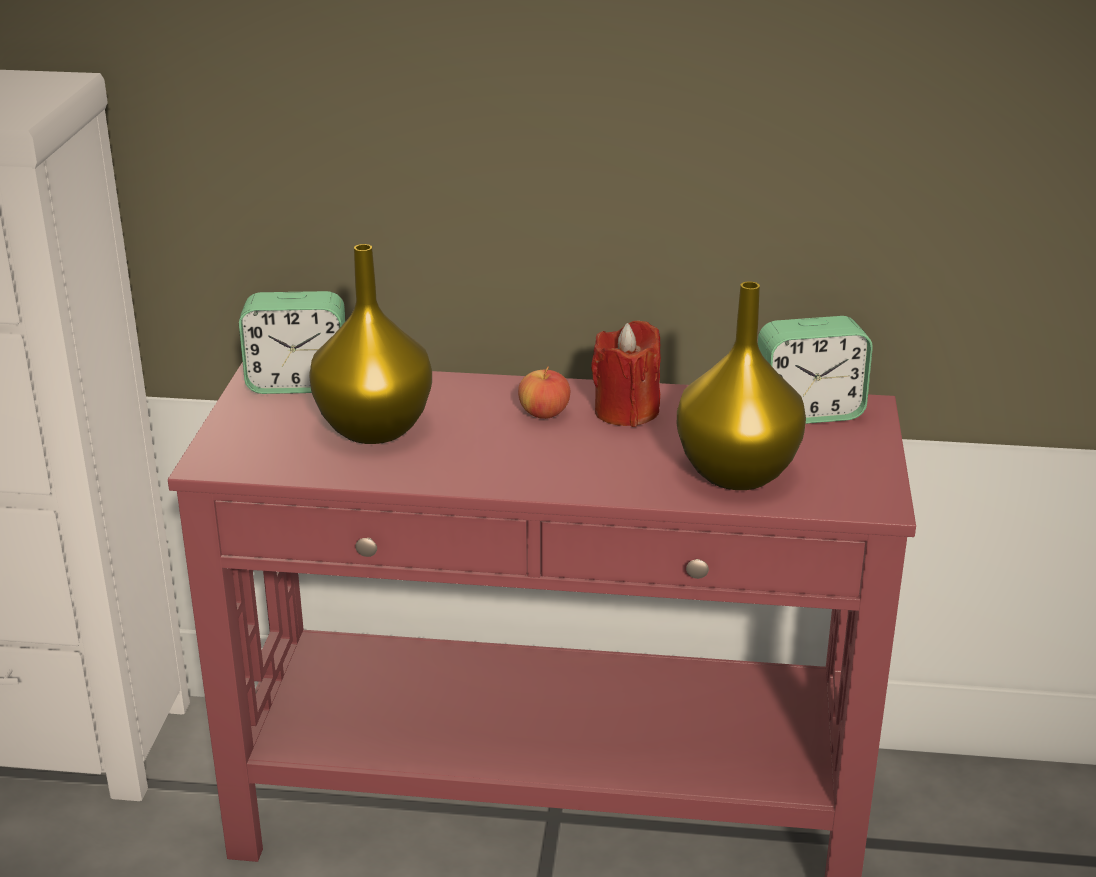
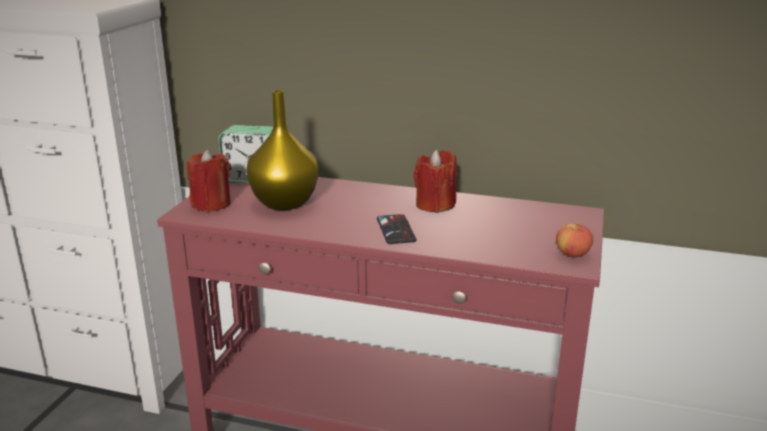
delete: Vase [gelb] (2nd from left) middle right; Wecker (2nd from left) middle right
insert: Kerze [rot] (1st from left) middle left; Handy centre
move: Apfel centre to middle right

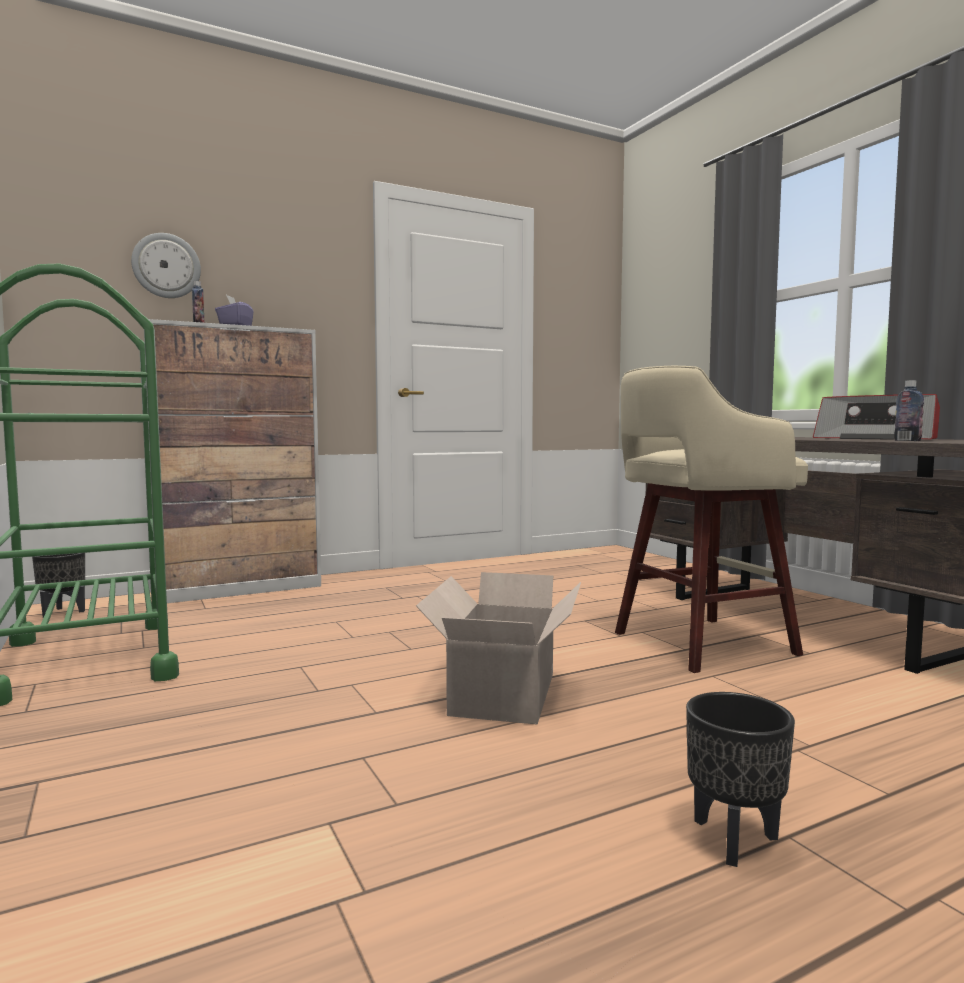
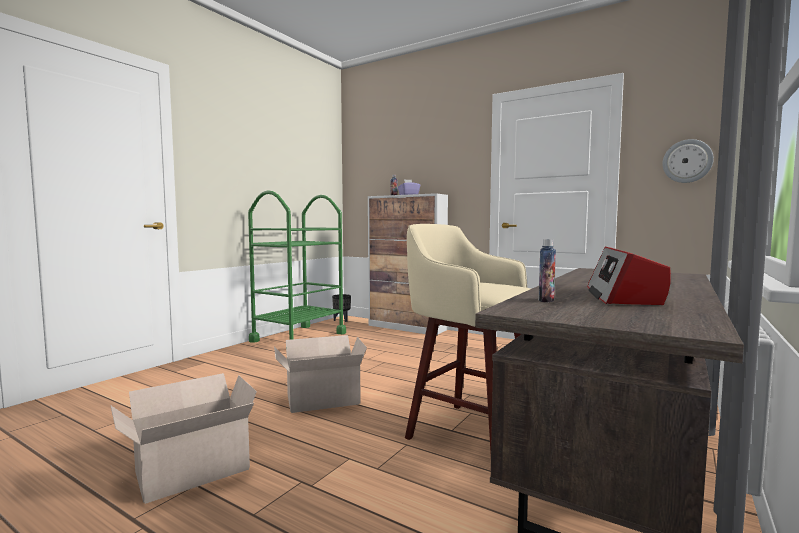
move: Wanduhr top left to top right
replace: Pflanzkübel [schwarz] (2nd from left) bottom right to Karton (1st from left) bottom left

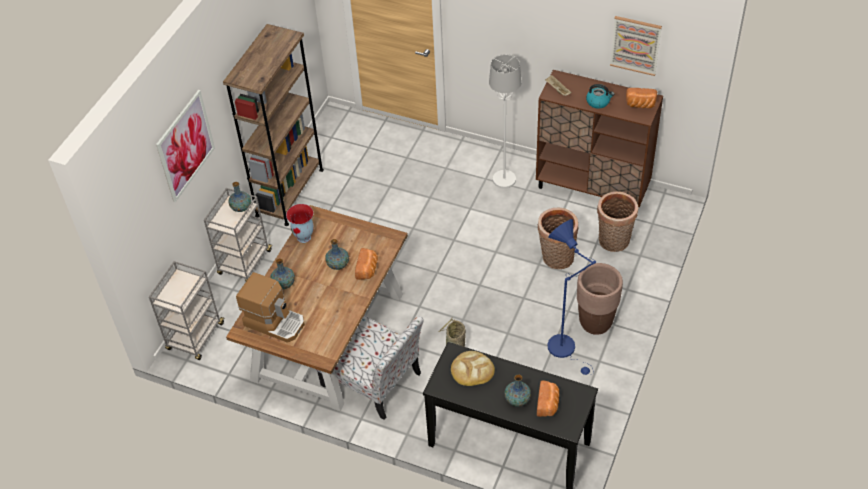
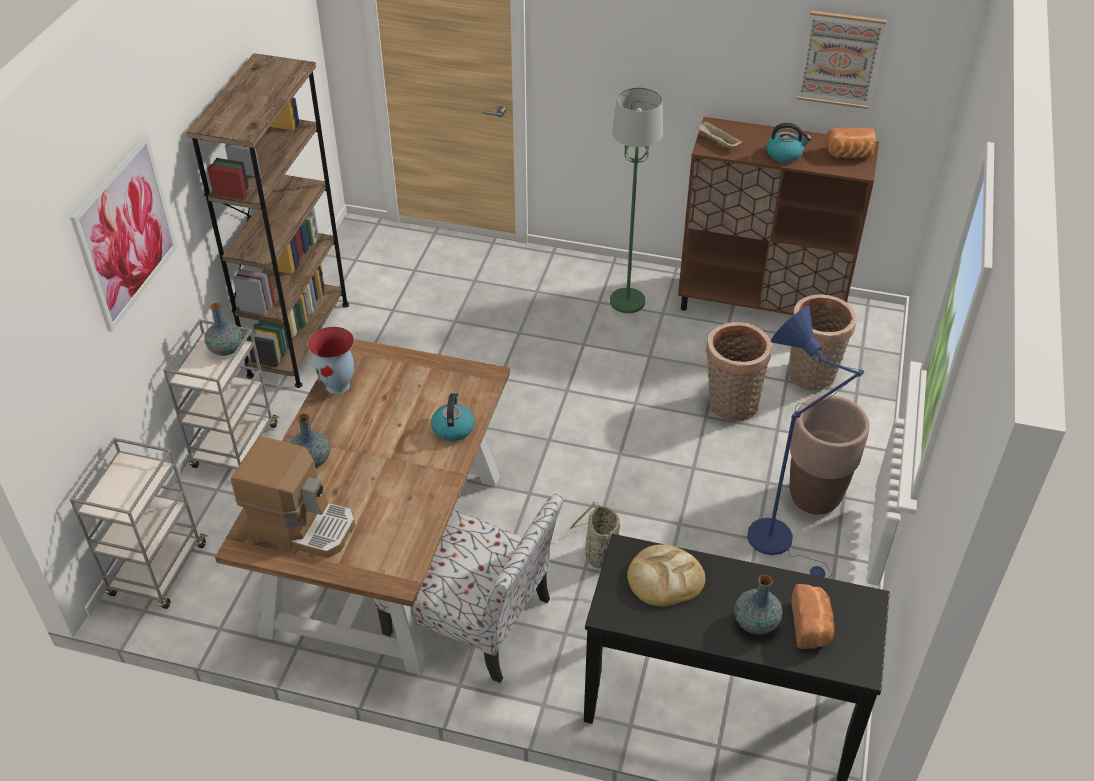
delete: Vase (4th from left) centre
replace: Brot (1st from left) centre to Wasserkessel (1st from left) centre
recolor: Stehlampe [weiß] top centre to Stehlampe [grün] top centre

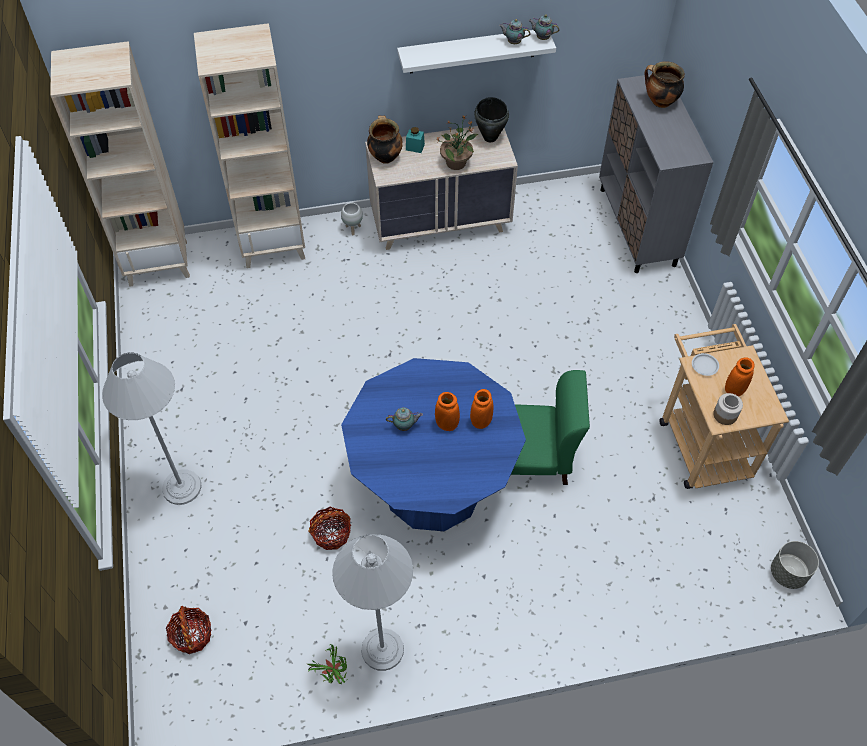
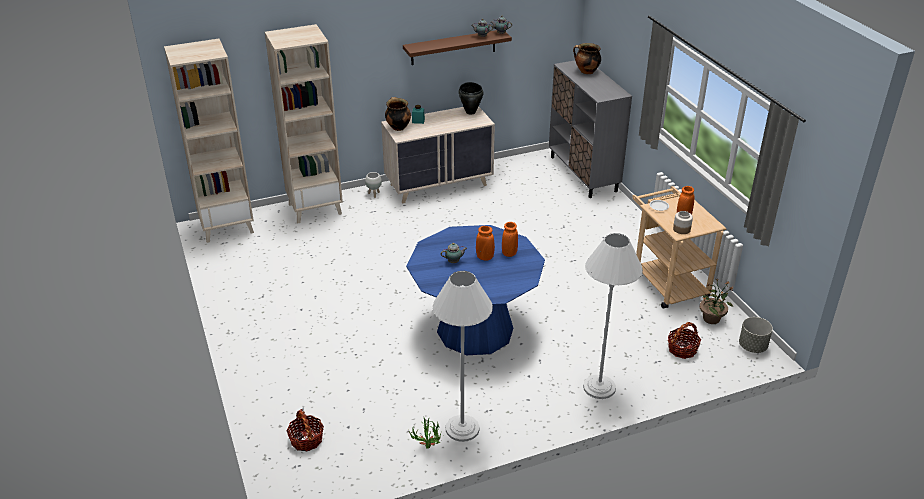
delete: Stuhl [grün] centre
move: Stehlampe [weiß] (1st from left in the first image) middle left to Stehlampe [weiß] (2nd from left) centre; Korb (2nd from left) bottom centre to bottom right; Topfpflanze (2nd from left) top centre to middle right
recolor: Wandregal [weiß] top centre to Wandregal [braun] top centre

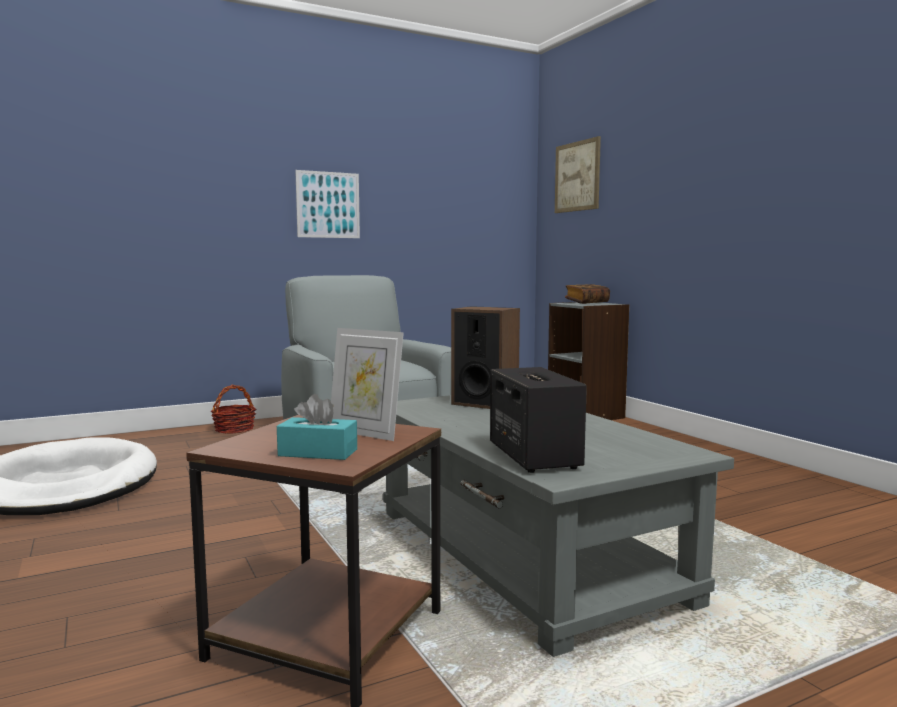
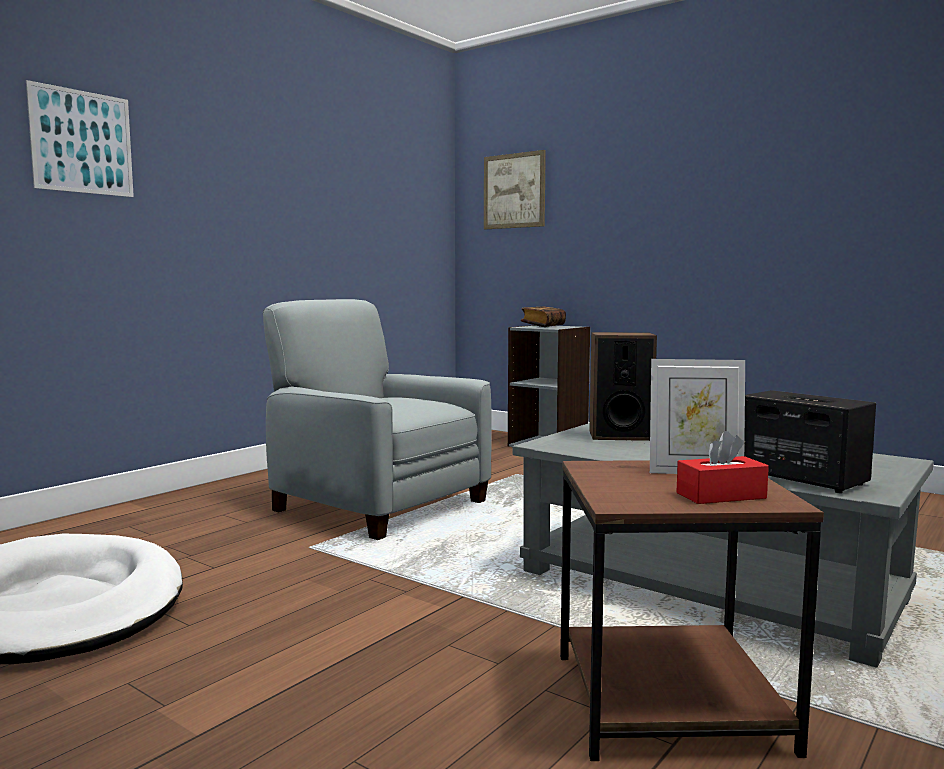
delete: Korb middle left
move: Bild (1st from left) top centre to top left
recolor: Taschentuchbox [türkis] centre to Taschentuchbox [rot] middle right

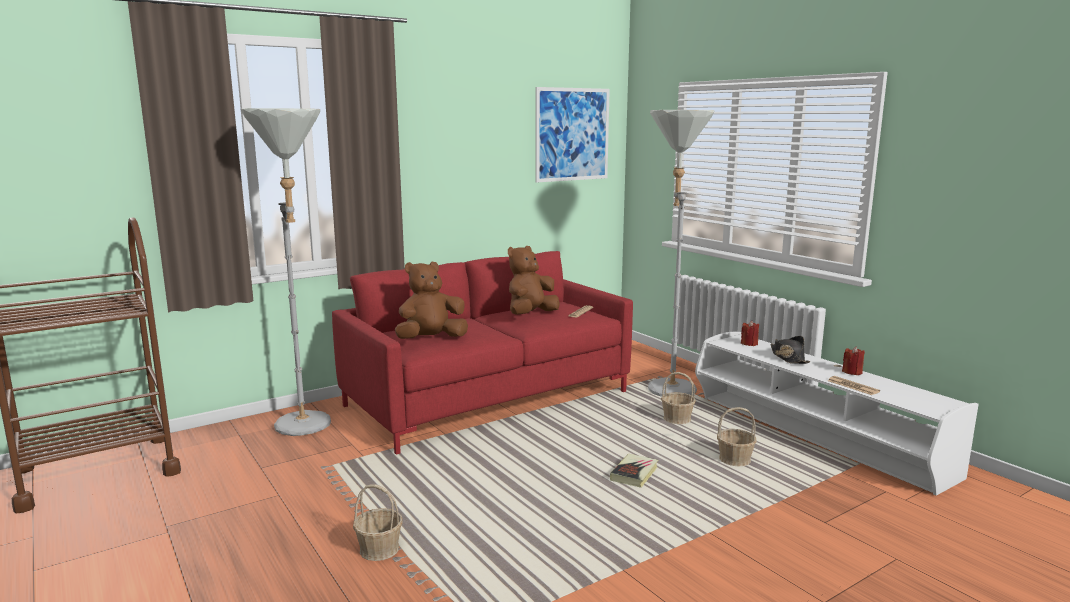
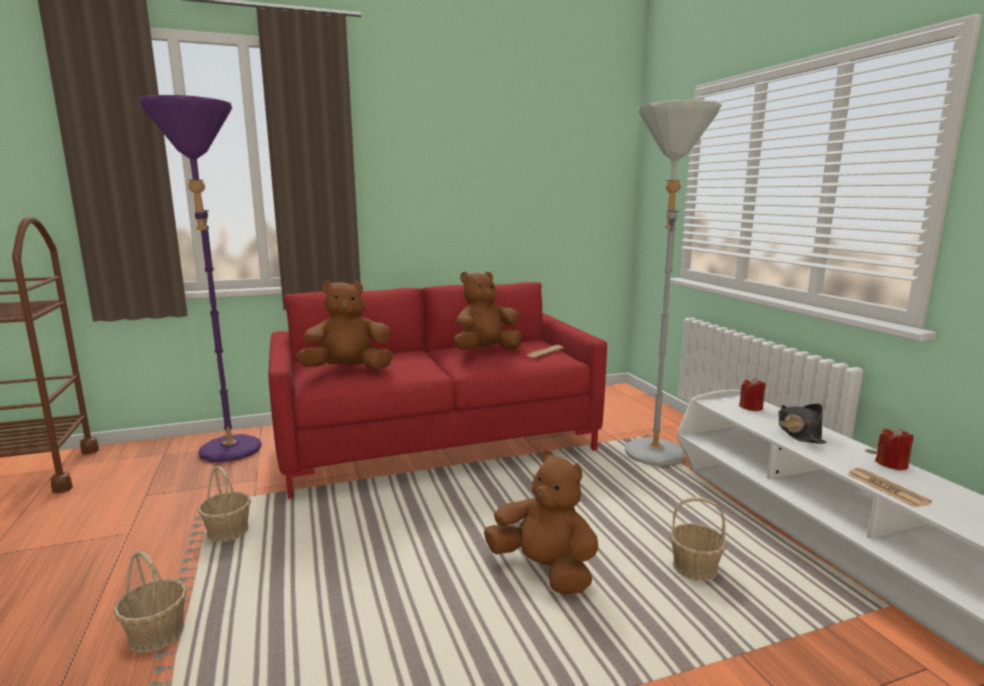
delete: Bild top centre
move: Korb (2nd from left) centre to bottom left
replace: Buch bottom centre to Plüschtier [braun] (3rd from left) bottom centre
recolor: Stehlampe [grau] (1st from left) middle left to Stehlampe [lila] middle left

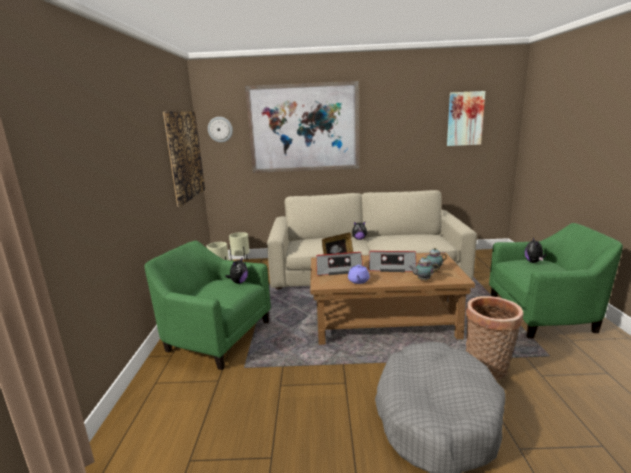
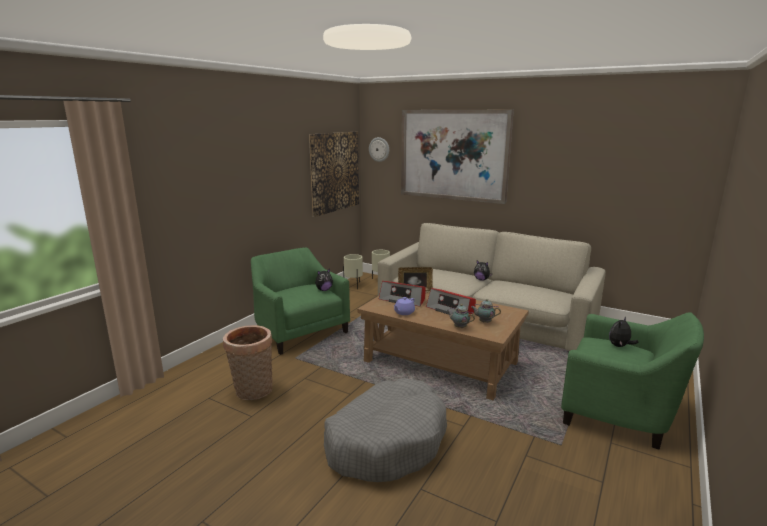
delete: Bild (3rd from left) top right
move: Korb bottom right to bottom left

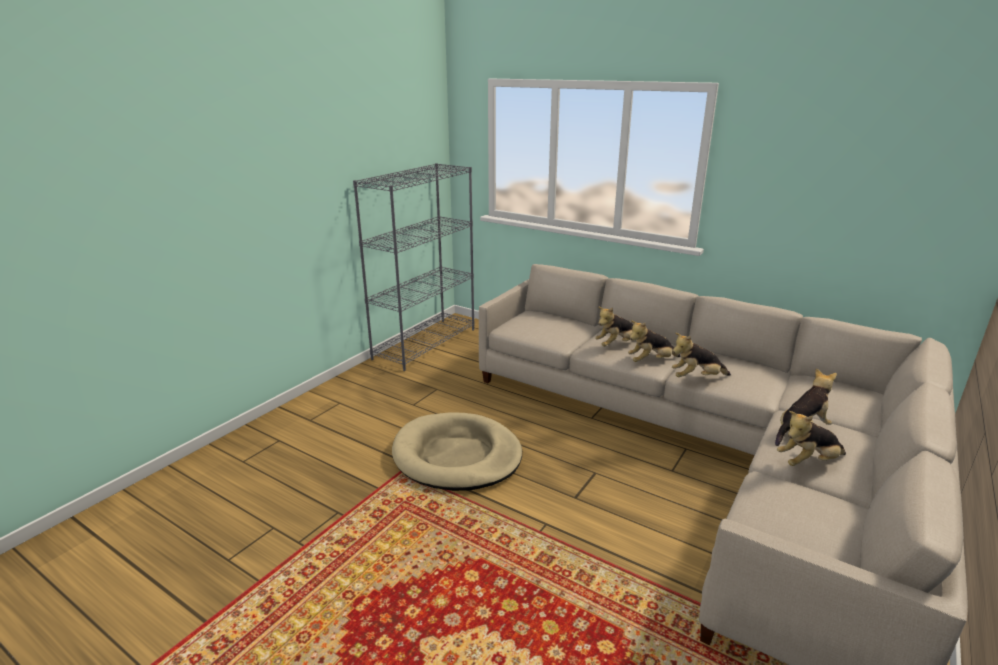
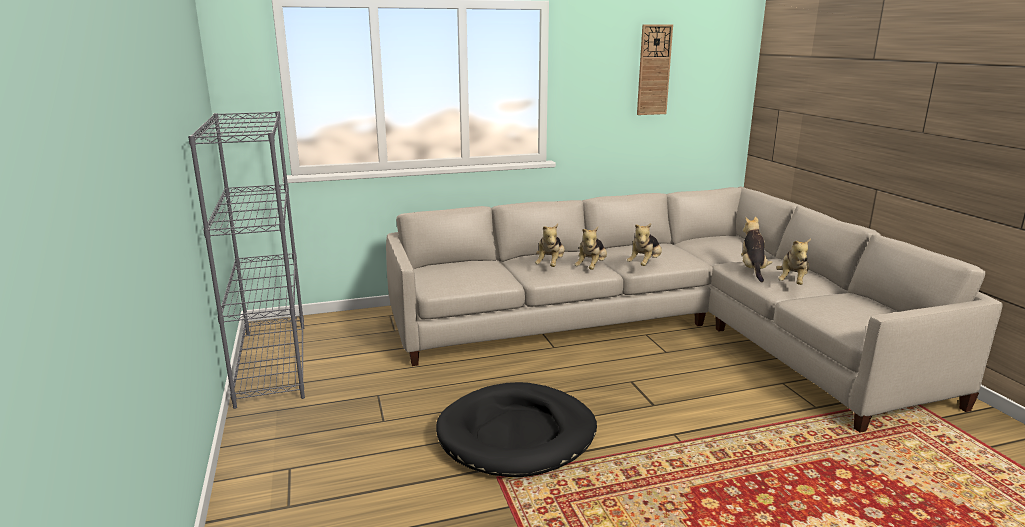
insert: Wanduhr top centre
recolor: Hundebett [beige] bottom centre to Hundebett [schwarz] bottom centre

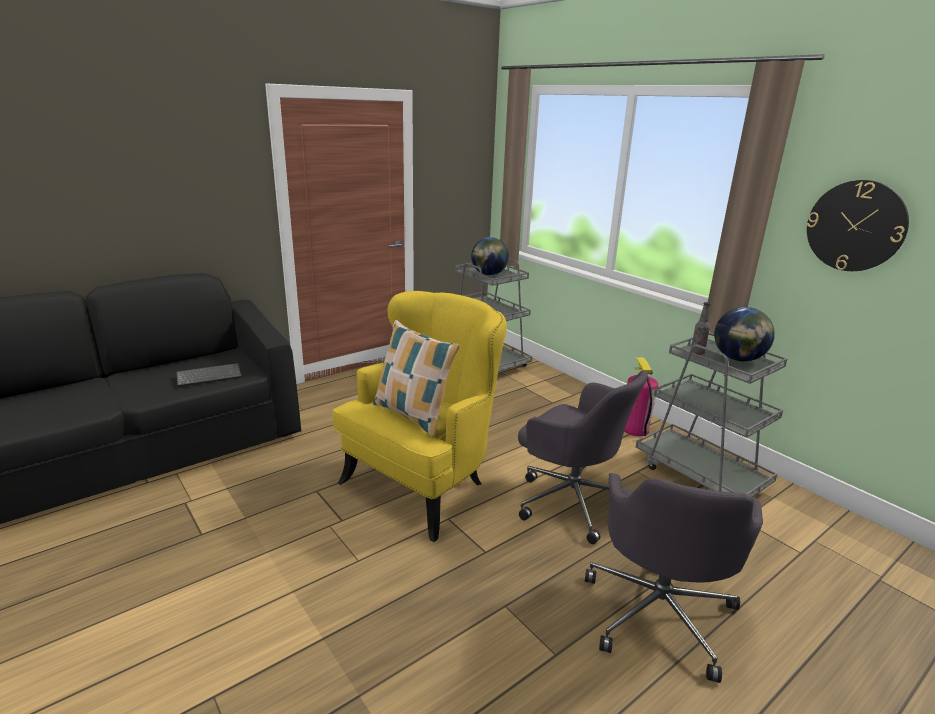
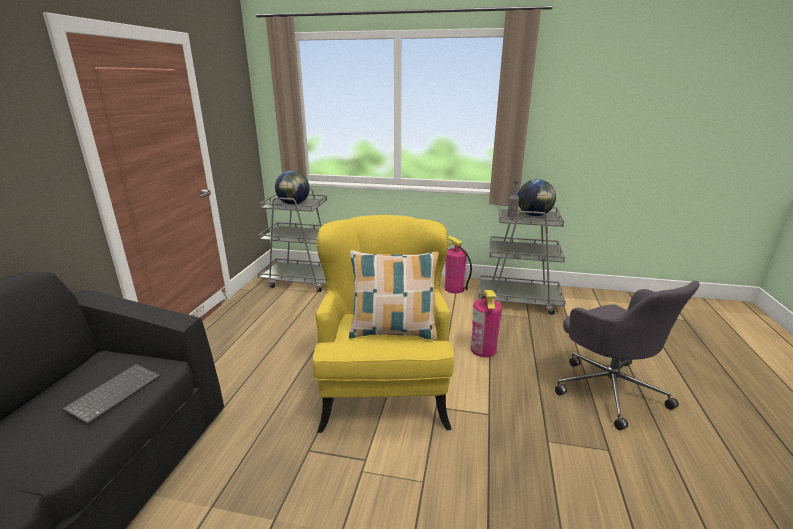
delete: Wanduhr top right
replace: Bürostuhl [grau] (1st from left) centre to Feuerlöscher (2nd from left) centre

